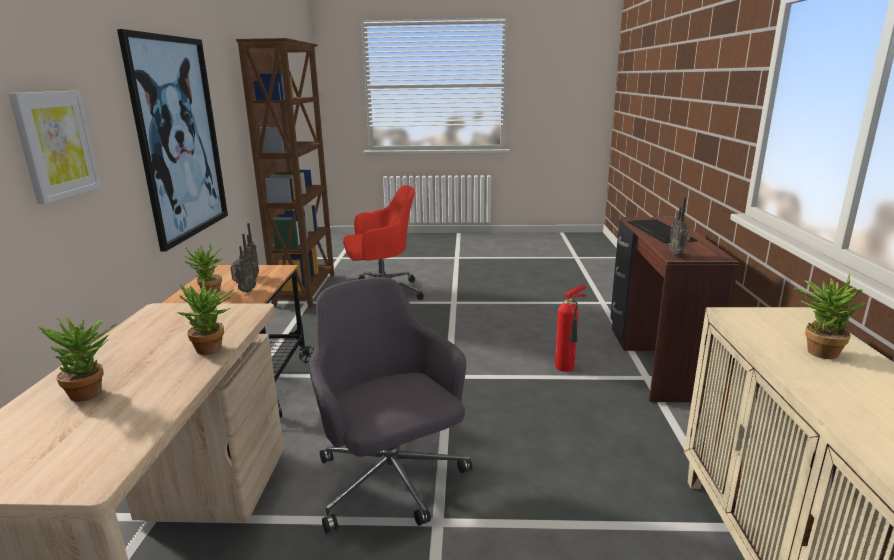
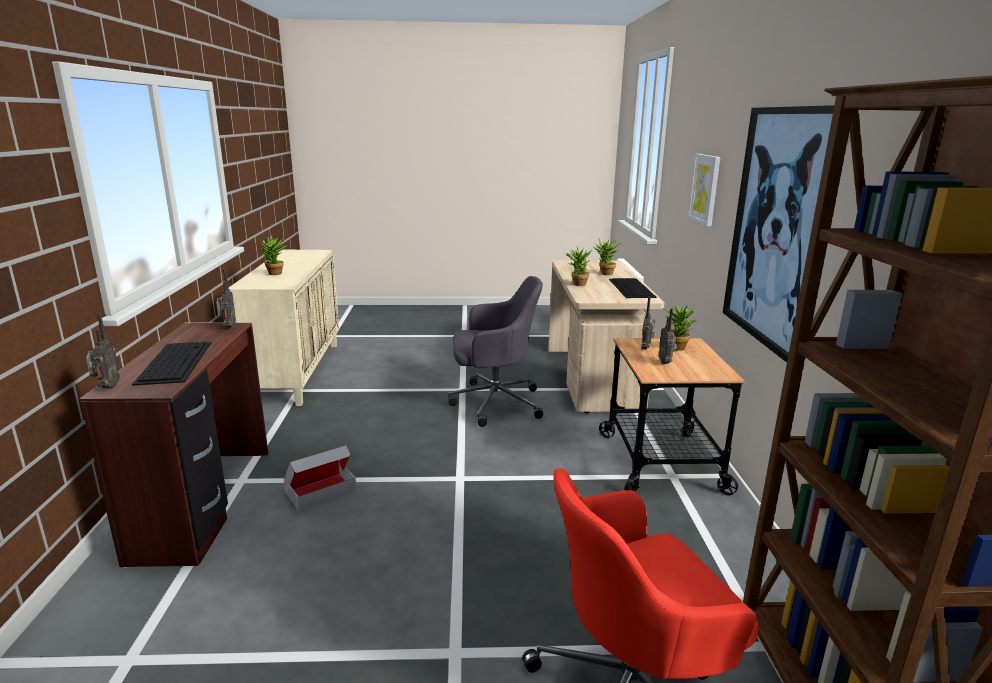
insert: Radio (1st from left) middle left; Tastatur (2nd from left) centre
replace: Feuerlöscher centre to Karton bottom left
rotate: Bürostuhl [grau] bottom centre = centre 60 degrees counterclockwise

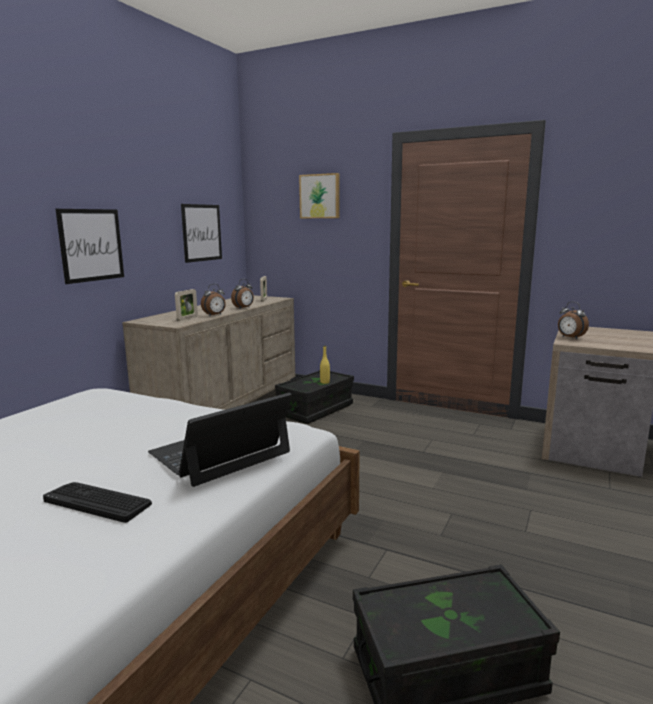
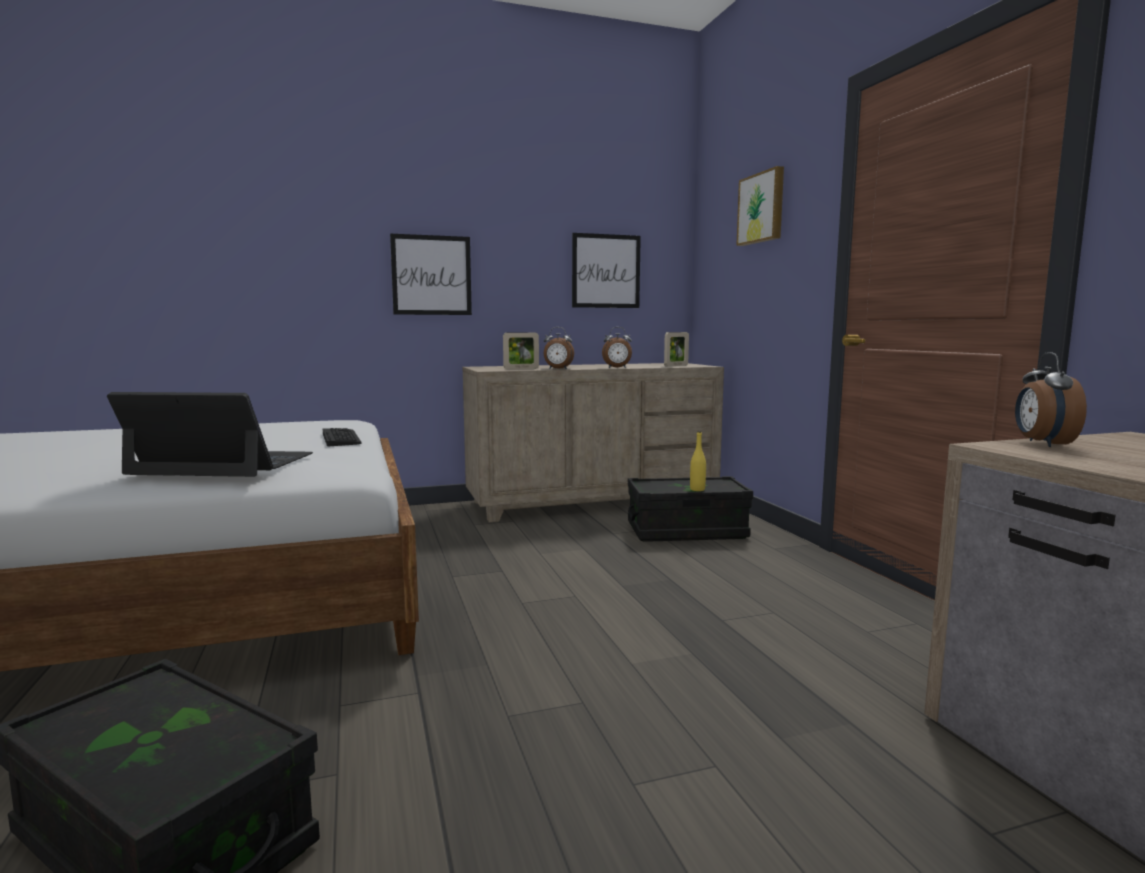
move: Tastatur bottom left to middle left

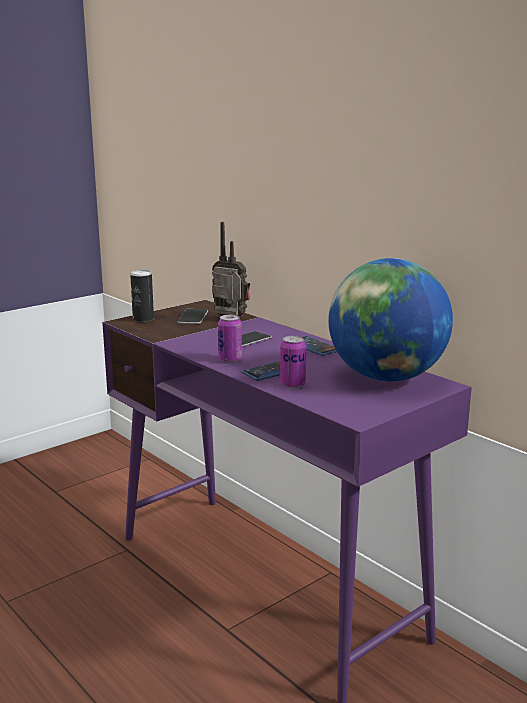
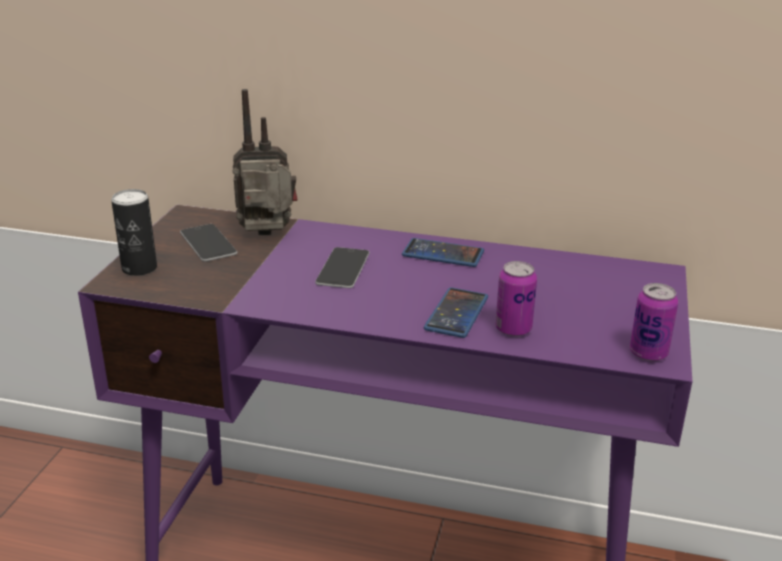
delete: Globus middle right
move: Dose (2nd from left in the first image) centre to Dose (3rd from left) middle right

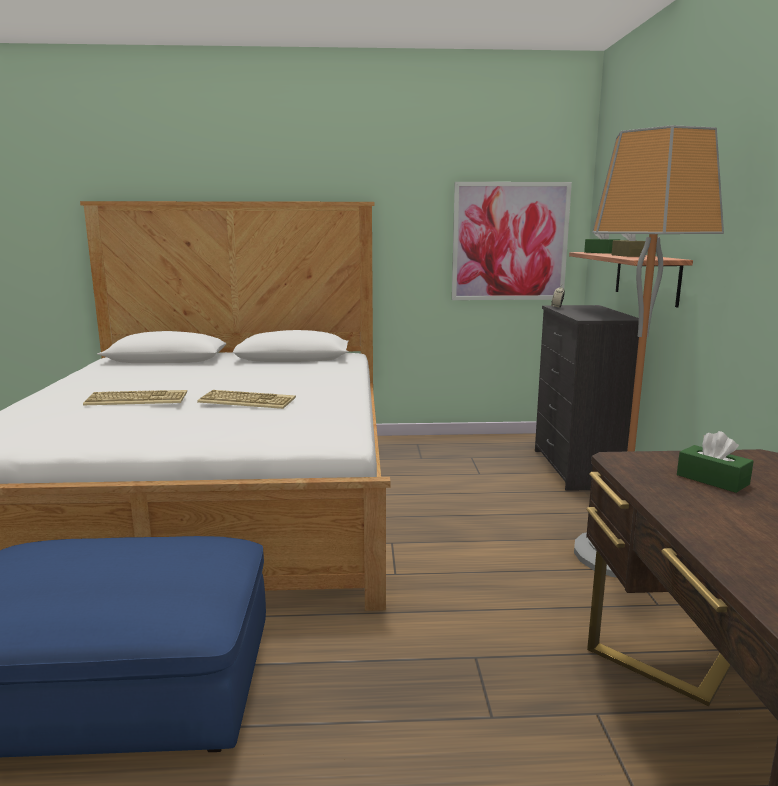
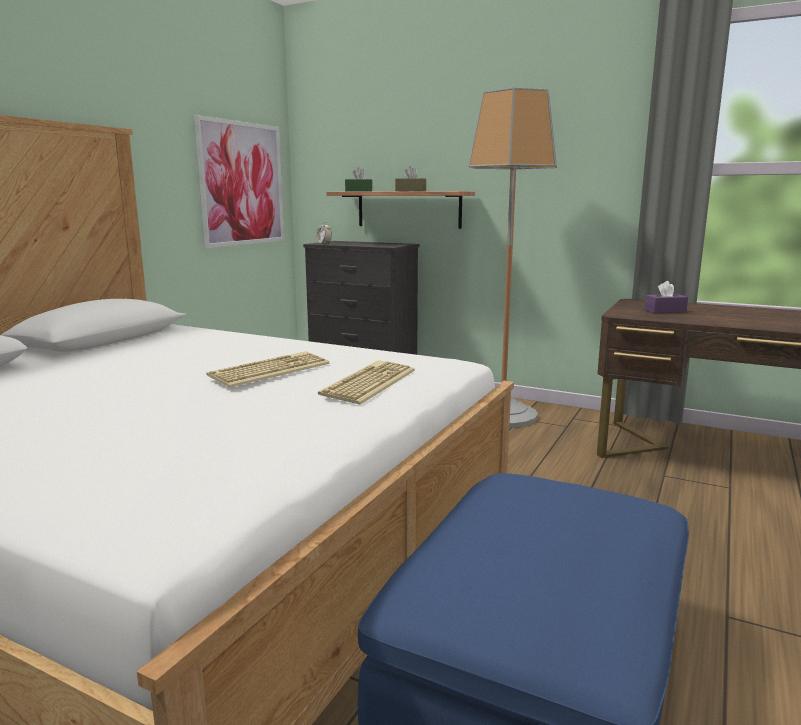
move: Tastatur (1st from left in the first image) middle left to Tastatur (2nd from left) centre
recolor: Taschentuchbox [grün] (2nd from left) middle right to Taschentuchbox [lila] middle right

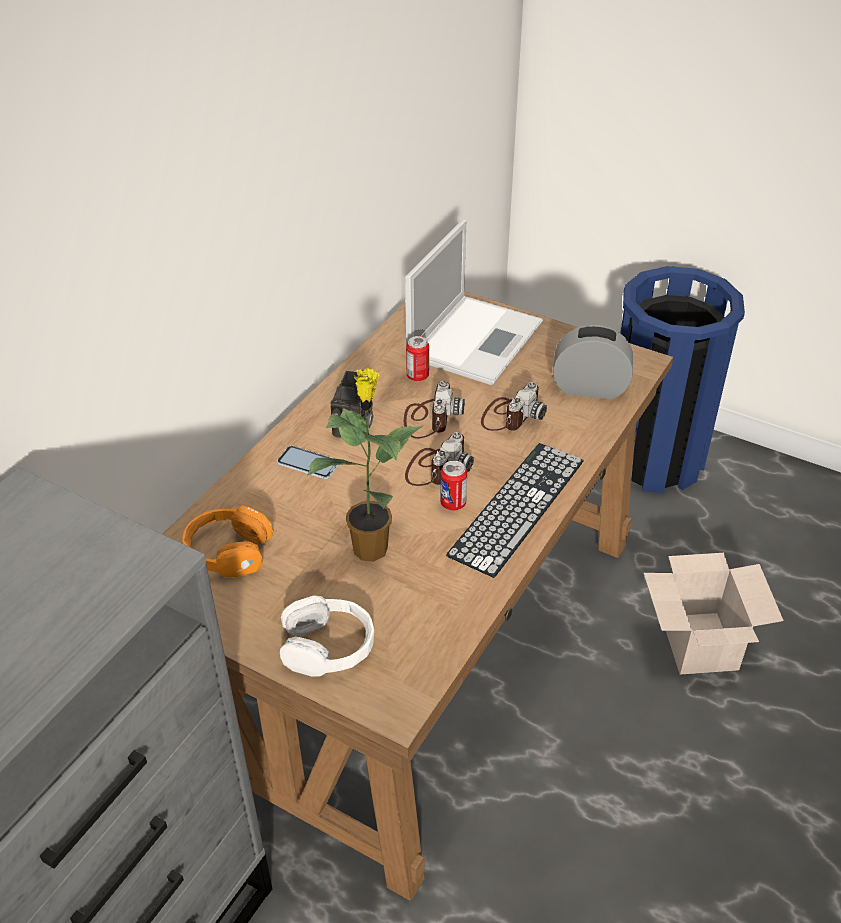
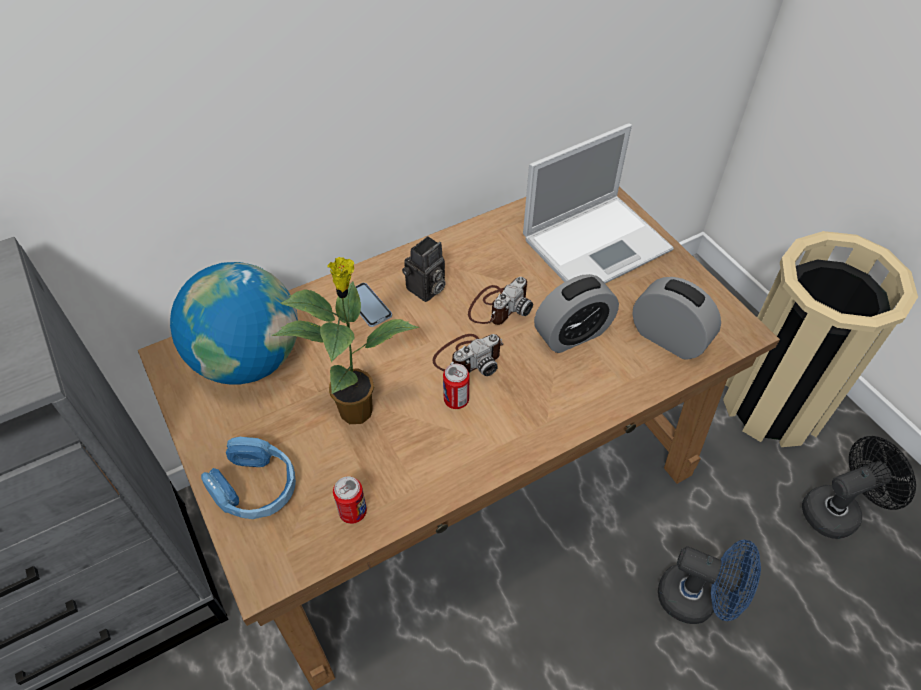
delete: Tastatur centre
insert: Ventilator [schwarz] bottom right
move: Dose (1st from left) centre to bottom centre
replace: Kopfhörer [orange] middle left to Globus middle left; Kamera (4th from left) centre to Wecker (1st from left) centre; Karton middle right to Ventilator [blau] bottom right
recolor: Kopfhörer [weiß] bottom centre to Kopfhörer [blau] bottom left; Mülleimer [blau] middle right to Mülleimer [beige] middle right

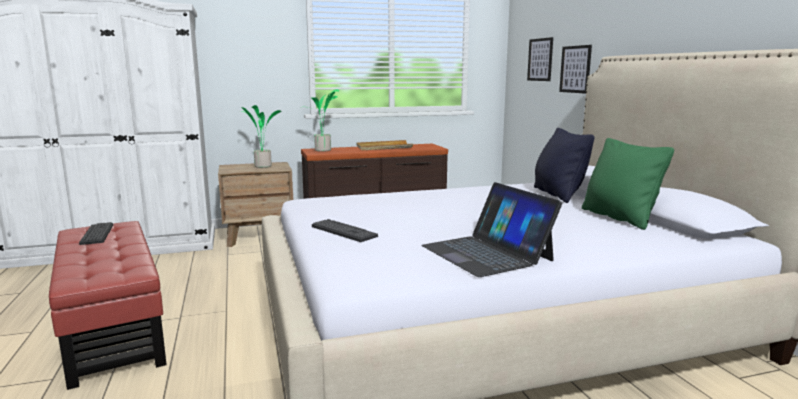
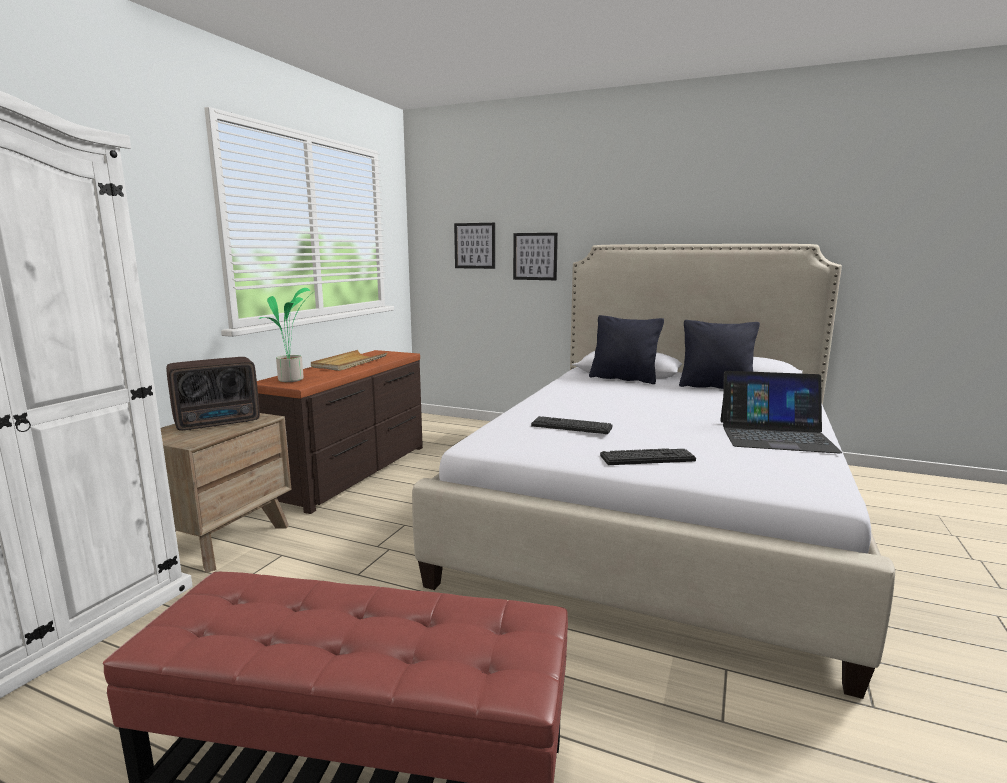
move: Tastatur (1st from left) middle left to centre
replace: Topfpflanze (1st from left) middle left to Radio middle left
recolor: Kissen [grün] middle right to Kissen [schwarz] (2nd from left) middle right

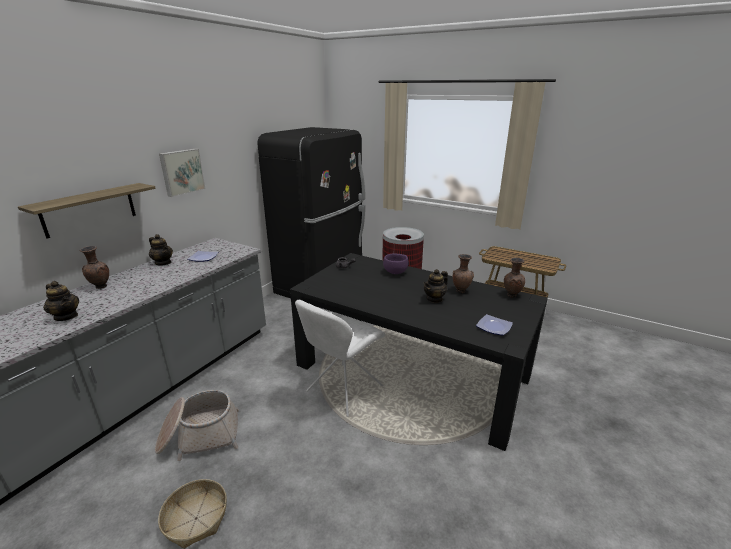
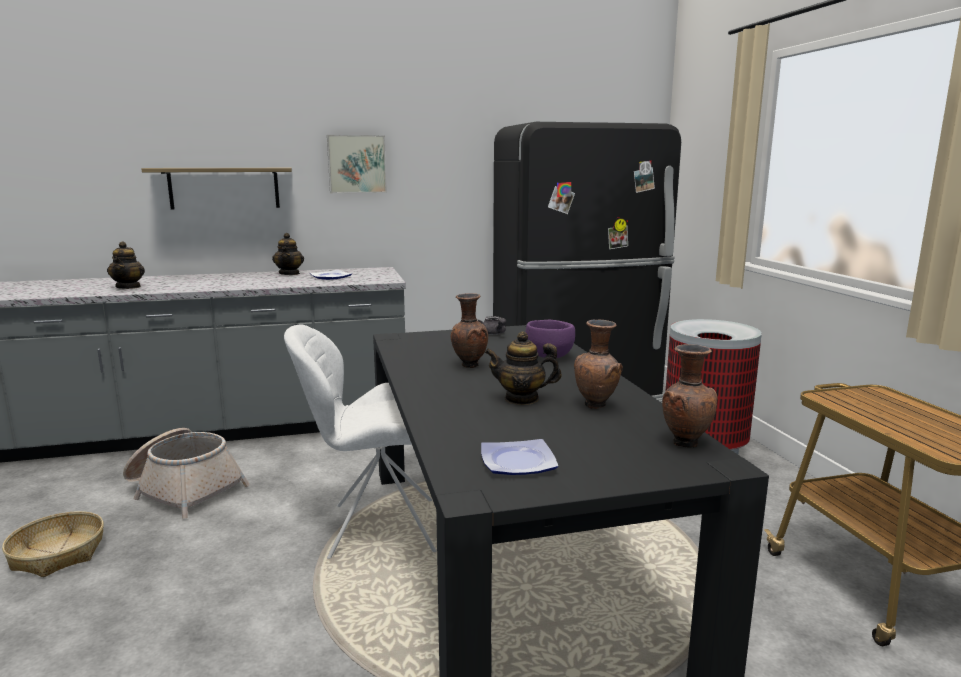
move: Vase [braun] (1st from left) middle left to centre

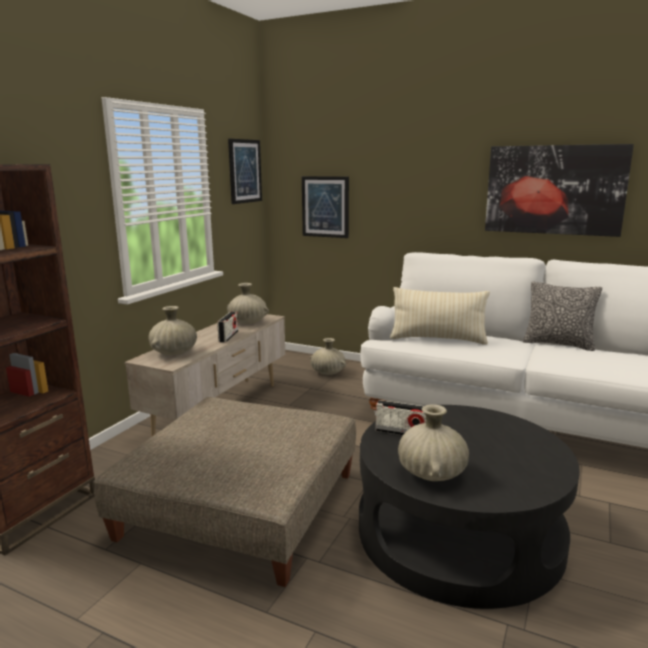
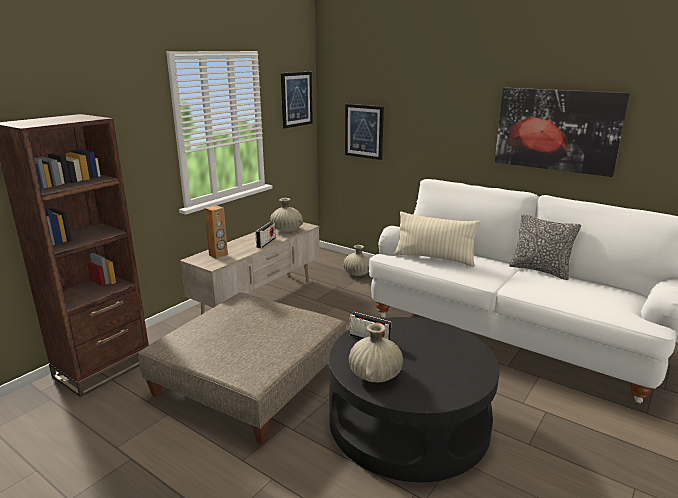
replace: Vase [beige] (1st from left) middle left to Lautsprecher [braun] middle left

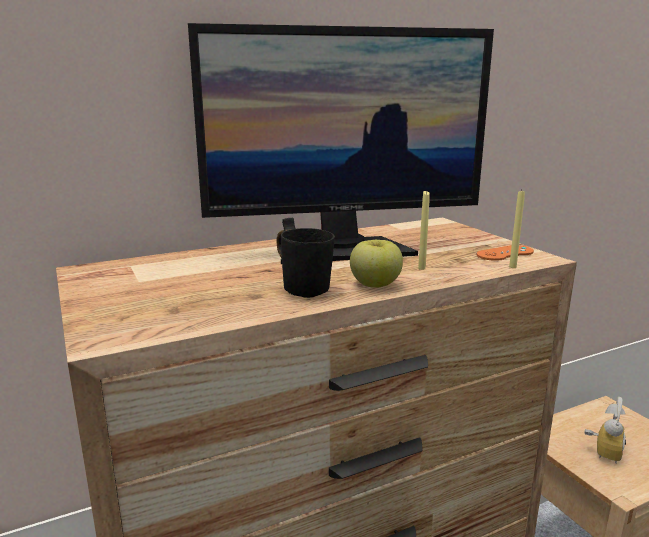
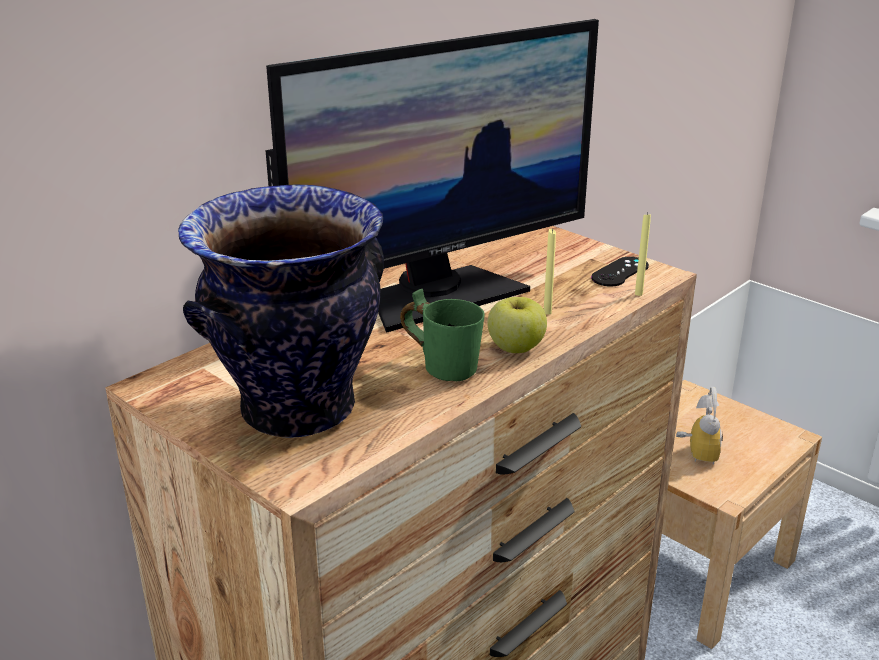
insert: Vase middle left
recolor: Henkelbecher [schwarz] centre to Henkelbecher [grün] centre; Gamepad [orange] middle right to Gamepad [schwarz] middle right

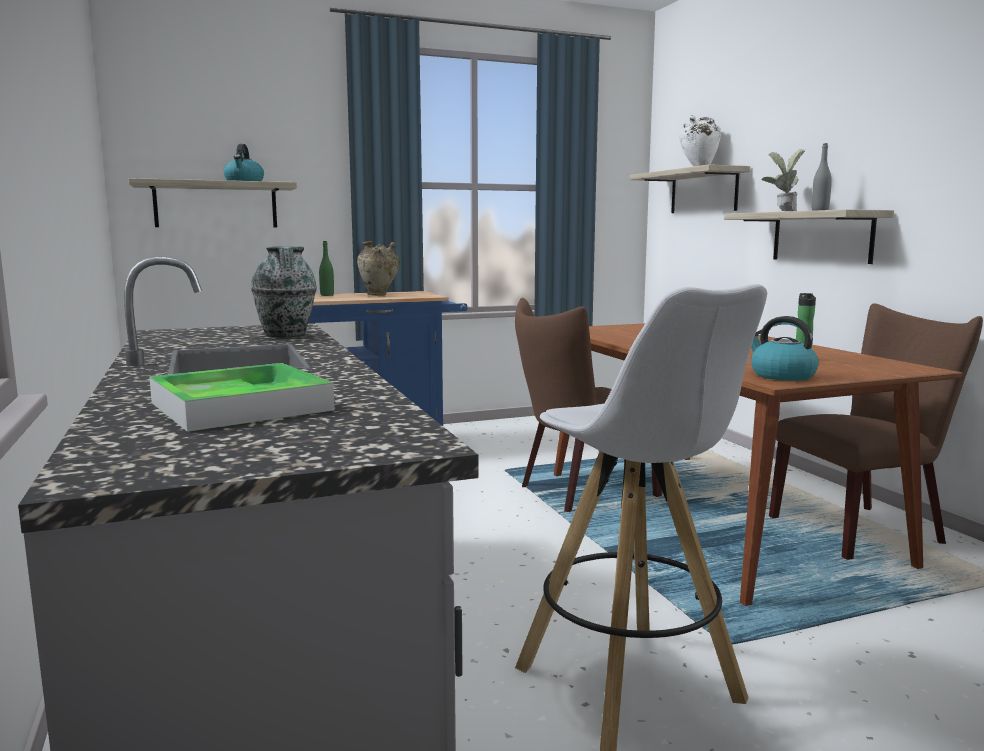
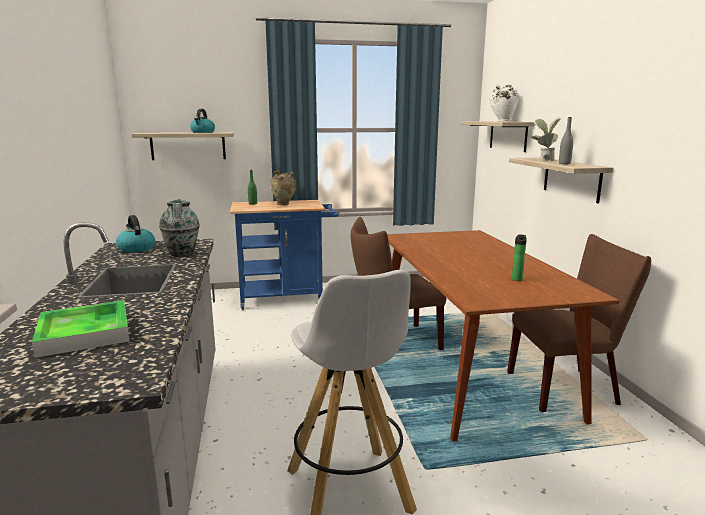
move: Wasserkessel (2nd from left in the first image) middle right to Wasserkessel (1st from left) middle left

